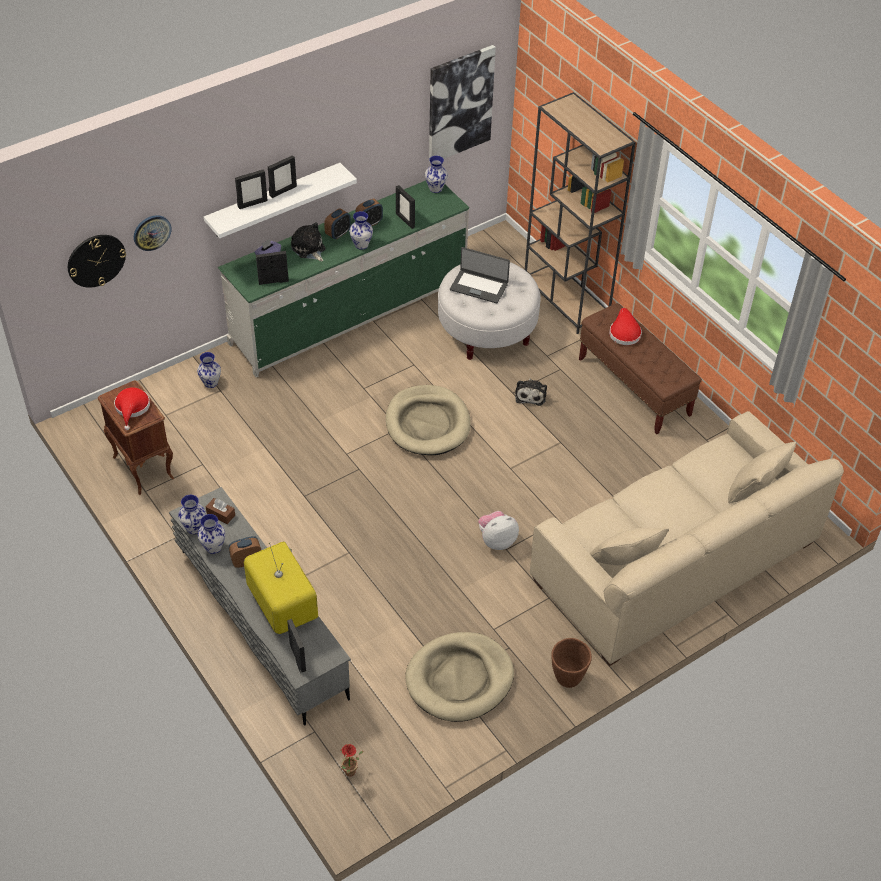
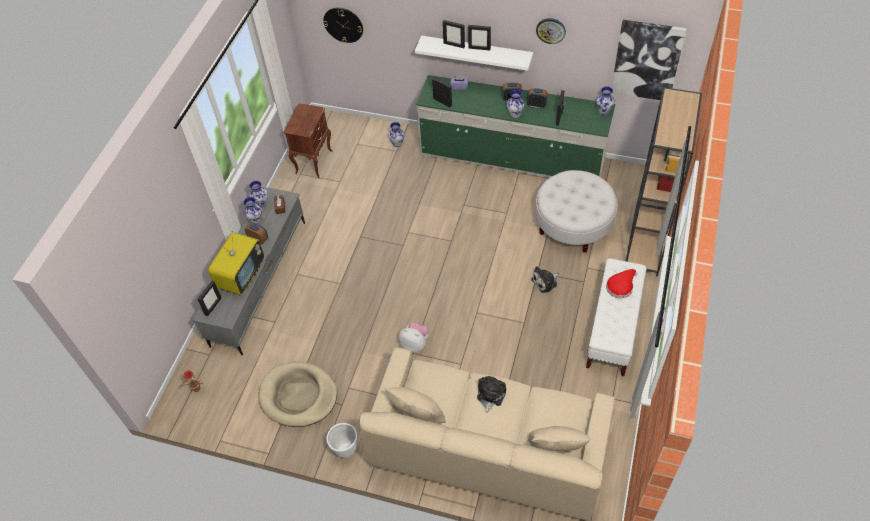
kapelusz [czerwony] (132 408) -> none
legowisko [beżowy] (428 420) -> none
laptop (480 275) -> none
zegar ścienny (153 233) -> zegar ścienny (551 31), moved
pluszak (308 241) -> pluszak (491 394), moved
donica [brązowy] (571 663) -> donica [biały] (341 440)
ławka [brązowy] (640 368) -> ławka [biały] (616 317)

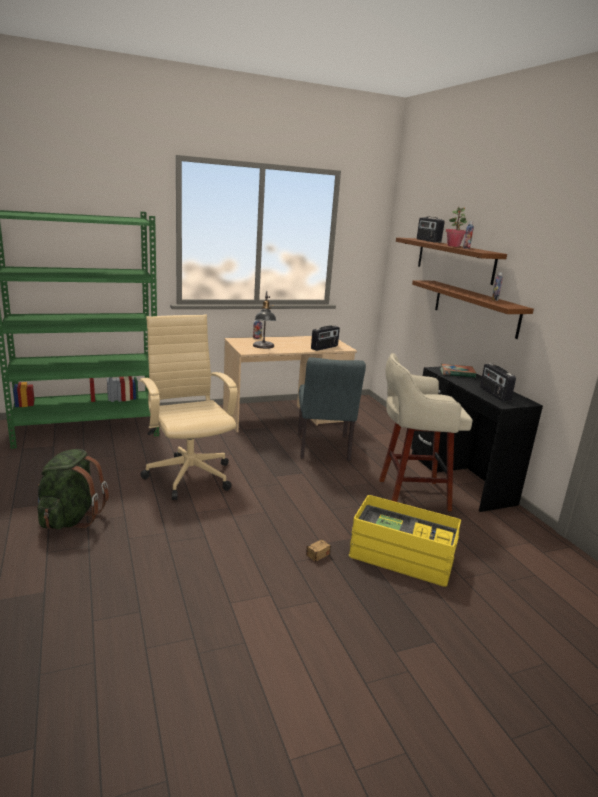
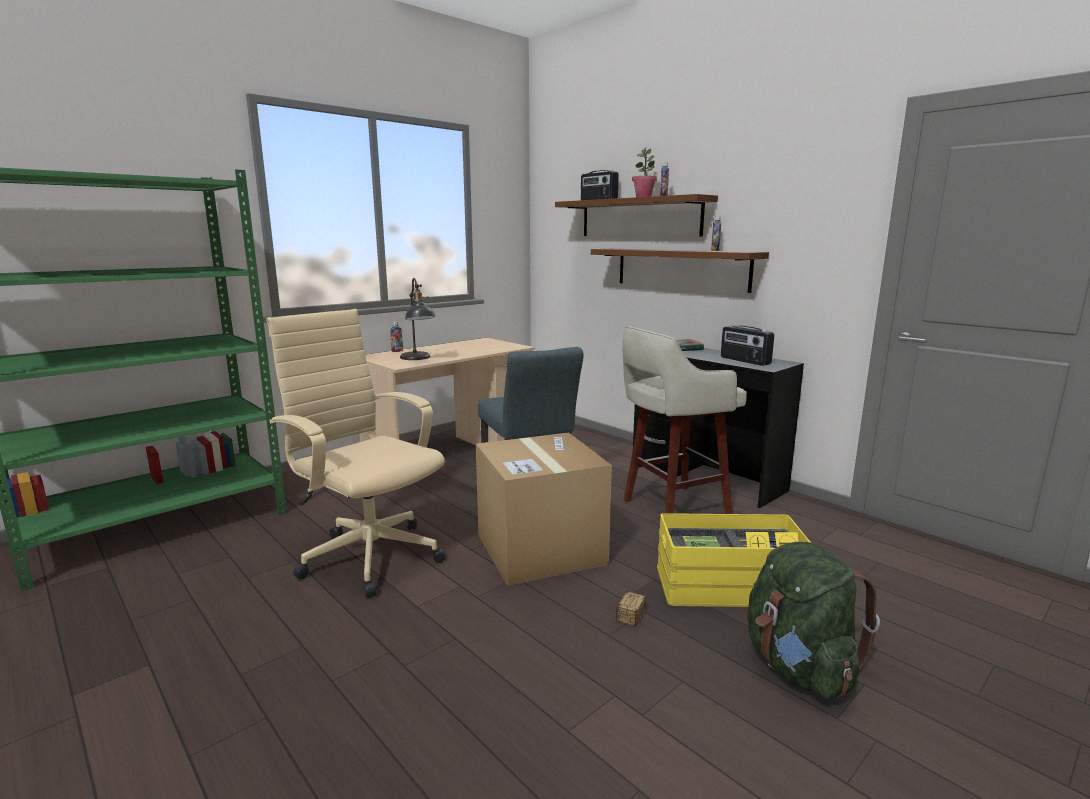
radio (325 338) -> none
none -> karton (544 509)
plecak [zielony] (73 489) -> plecak [zielony] (813 620), moved

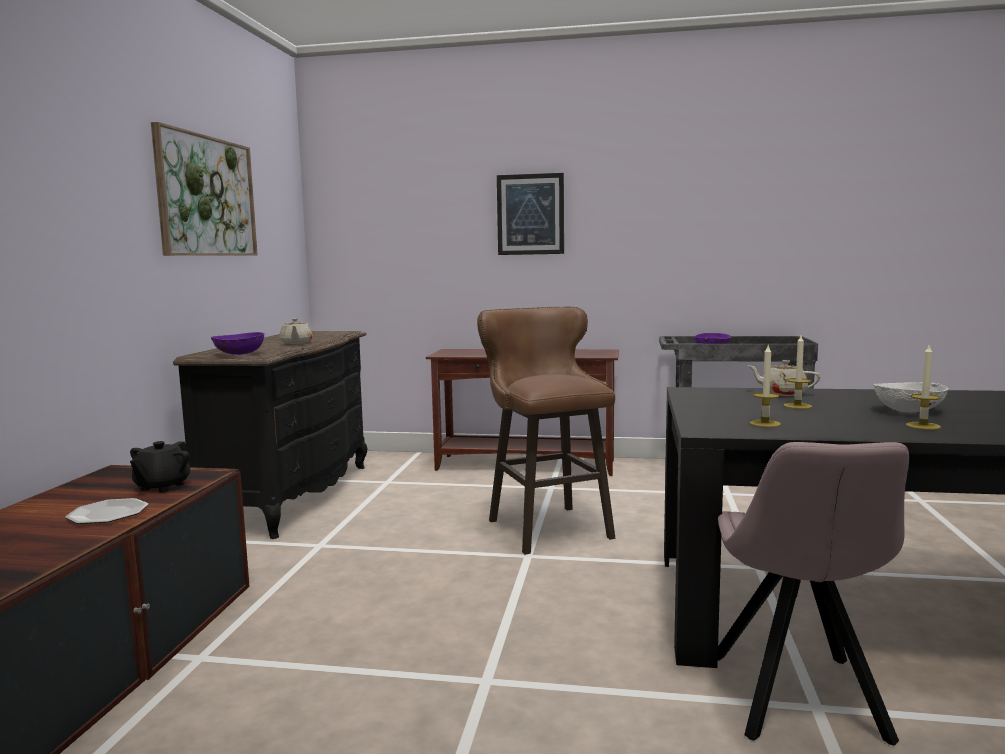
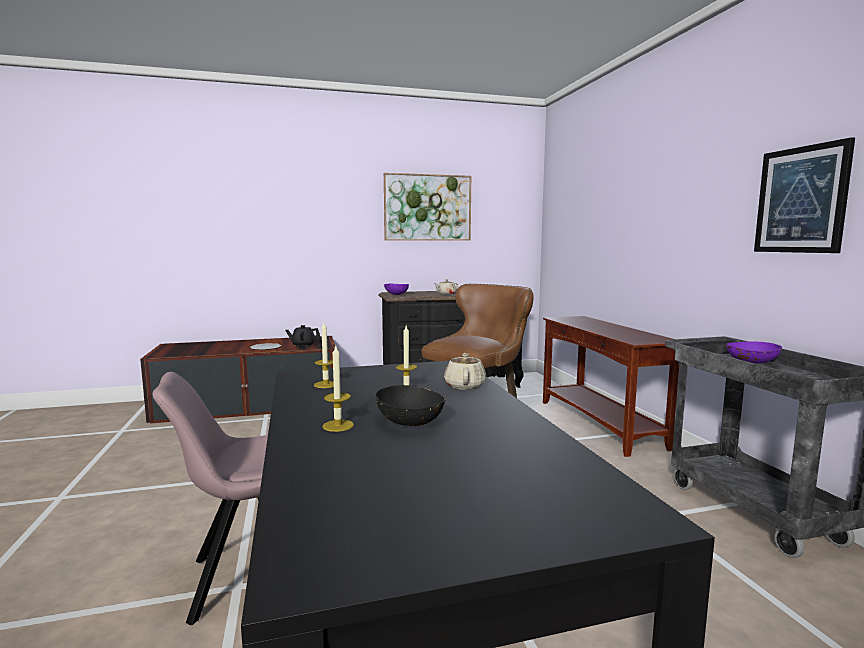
obraz (530 214) -> obraz (804 195), moved
miska [biały] (910 397) -> miska [czarny] (411 405)

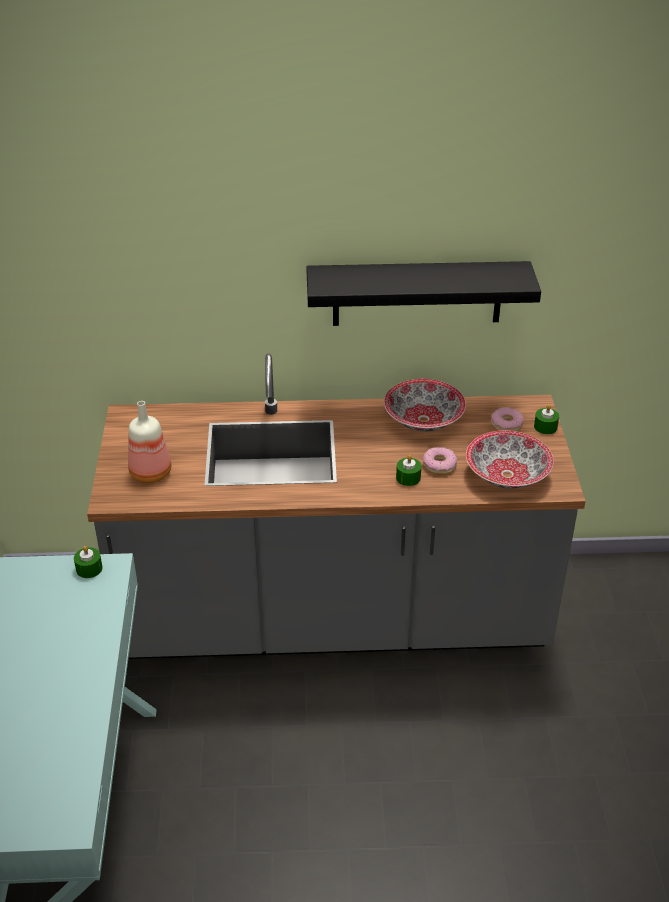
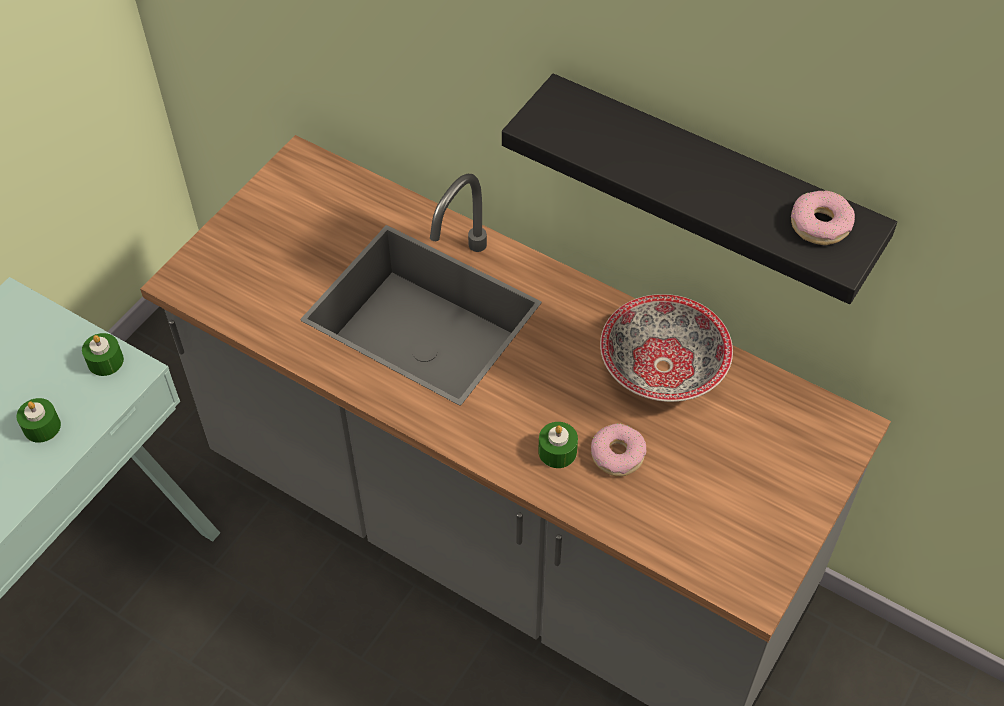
butelka (150 442) -> none
miska (510 460) -> none
donut (507 419) -> donut (823 217), moved
świeca [zielony] (546 419) -> świeca [zielony] (38 420), moved

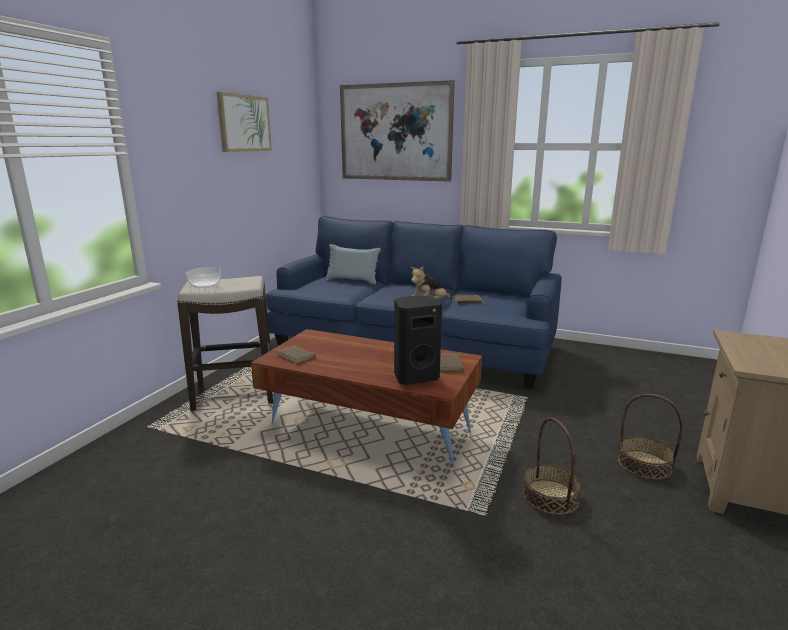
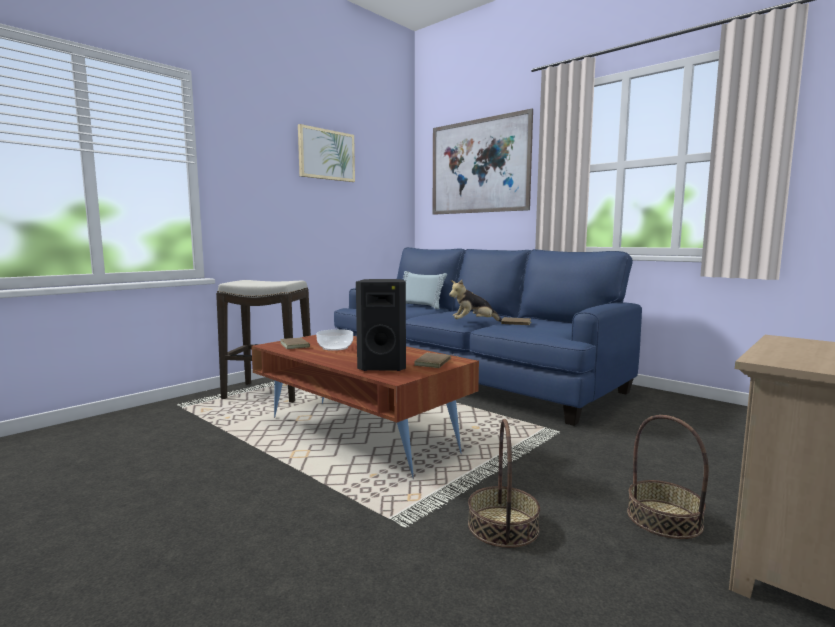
miska (203 277) -> miska (334 340), moved

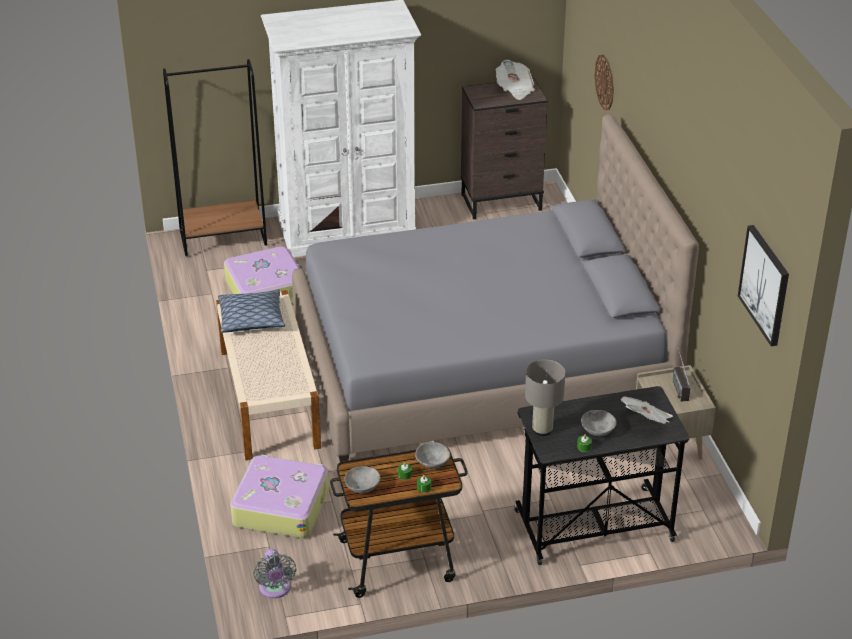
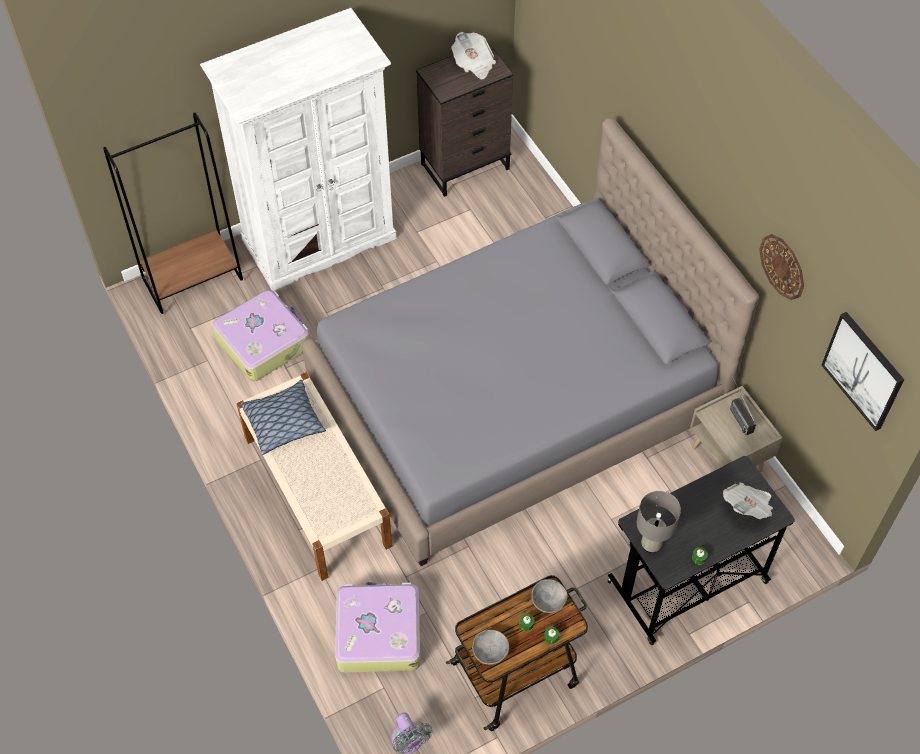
miska [szary] (599 423) -> none
zegar ścienny (604 82) -> zegar ścienny (781 267), moved

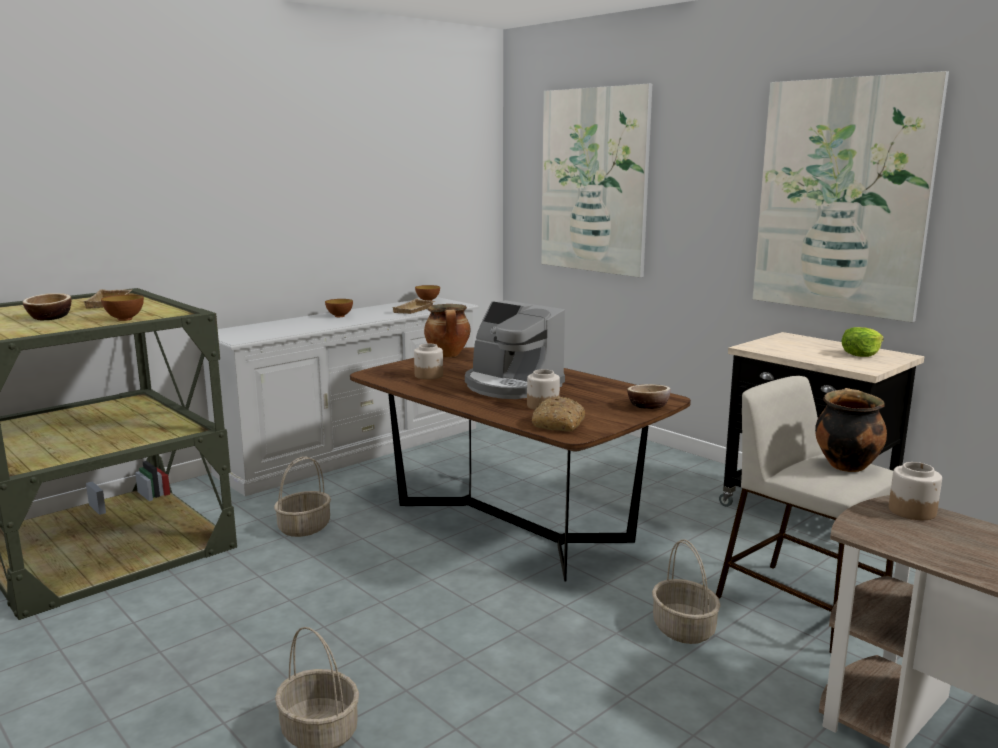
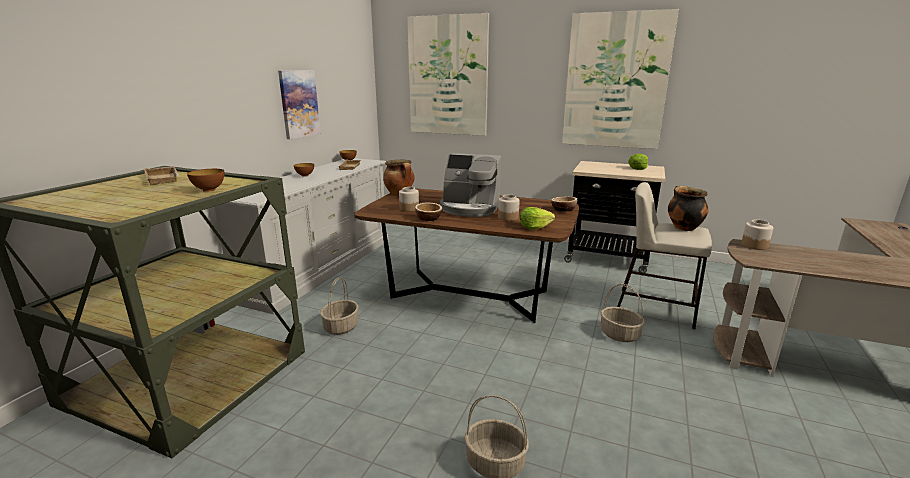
none -> obraz (299 105)
miska (47 306) -> miska (428 212), moved
chleb (558 414) -> sałata (537 218)

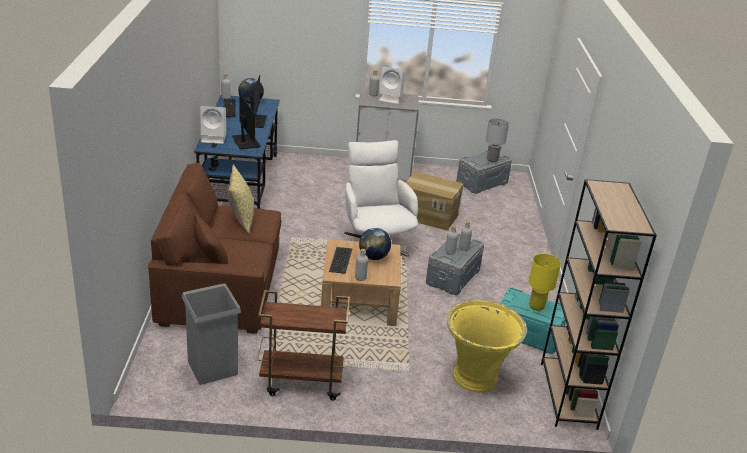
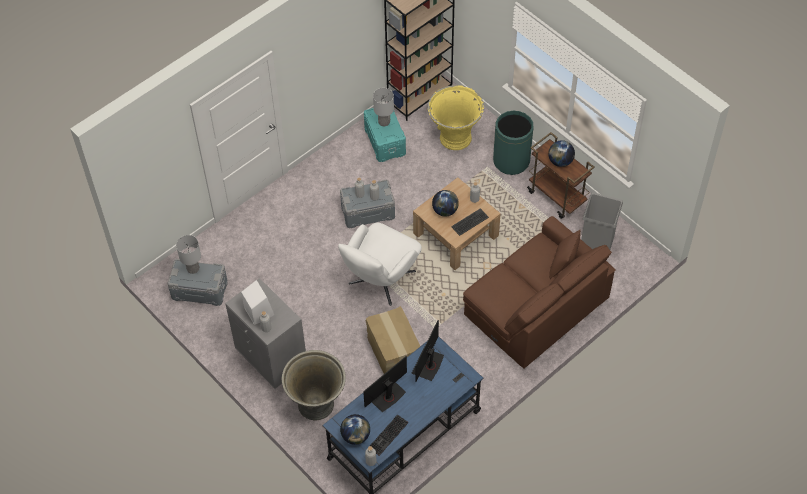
głośnik [biały] (213 125) -> none
poduszka (240 199) -> none
none -> donica [szary] (314 385)
none -> kosz na śmieci [zielony] (513 143)
none -> globus (561 153)
karton (434 201) -> karton (393 340), moved
lampa stołowa [żółty] (545 282) -> lampa stołowa [szary] (383 107)

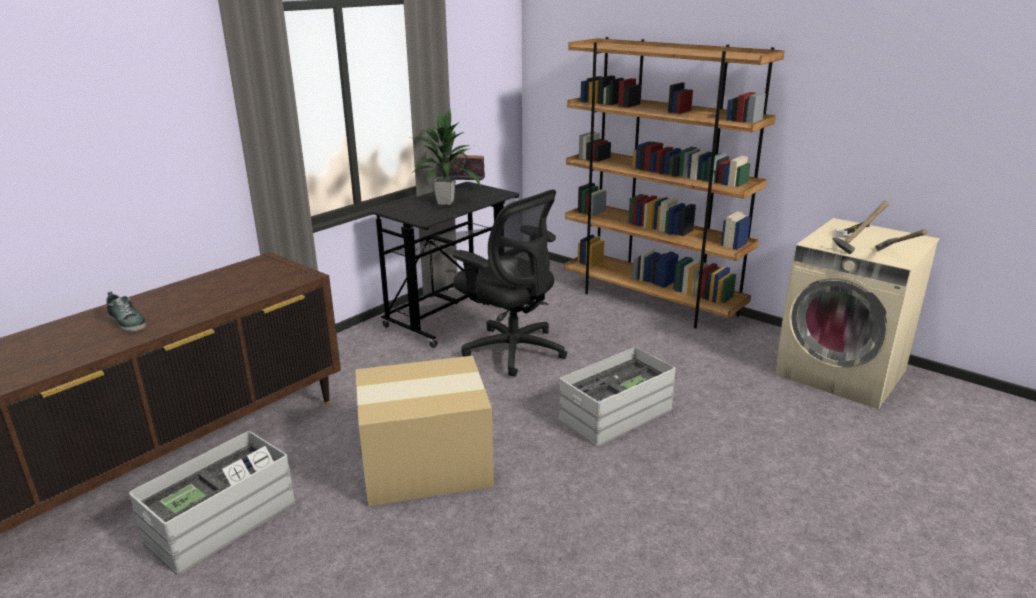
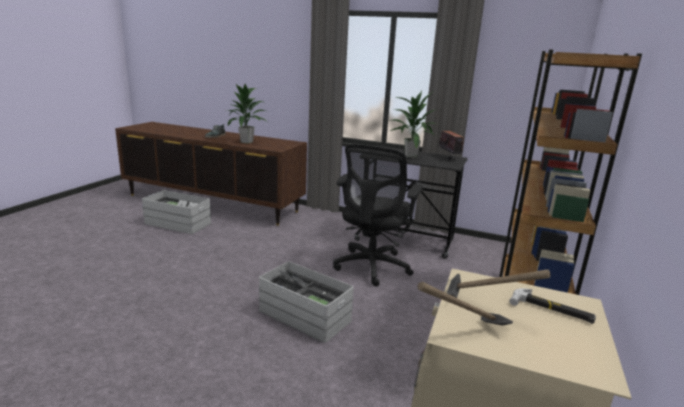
karton (424 431) -> none
none -> roślina doniczkowa (247 113)

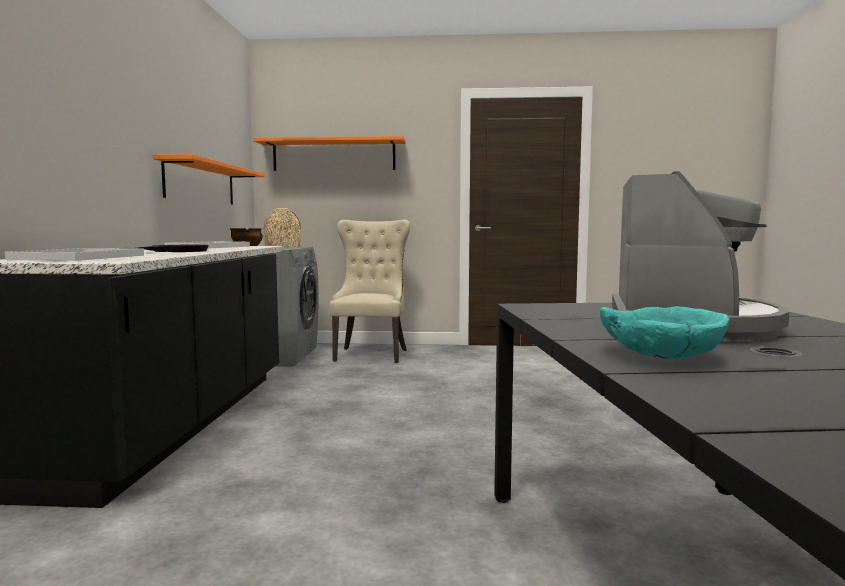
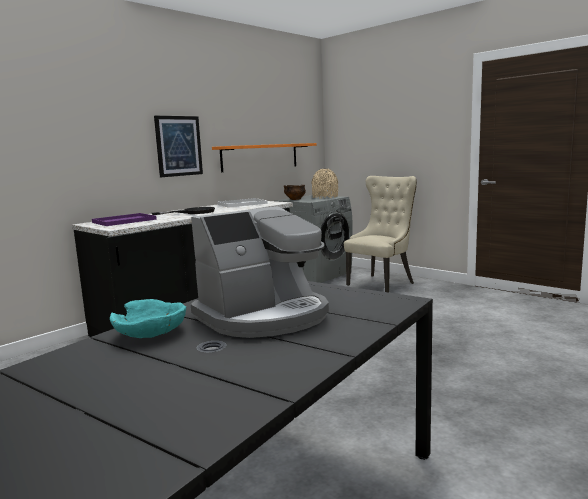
półka [pomarańczowy] (329 153) -> none
none -> obraz (178 146)
taca [biały] (74 254) -> taca [fioletowy] (124 219)

